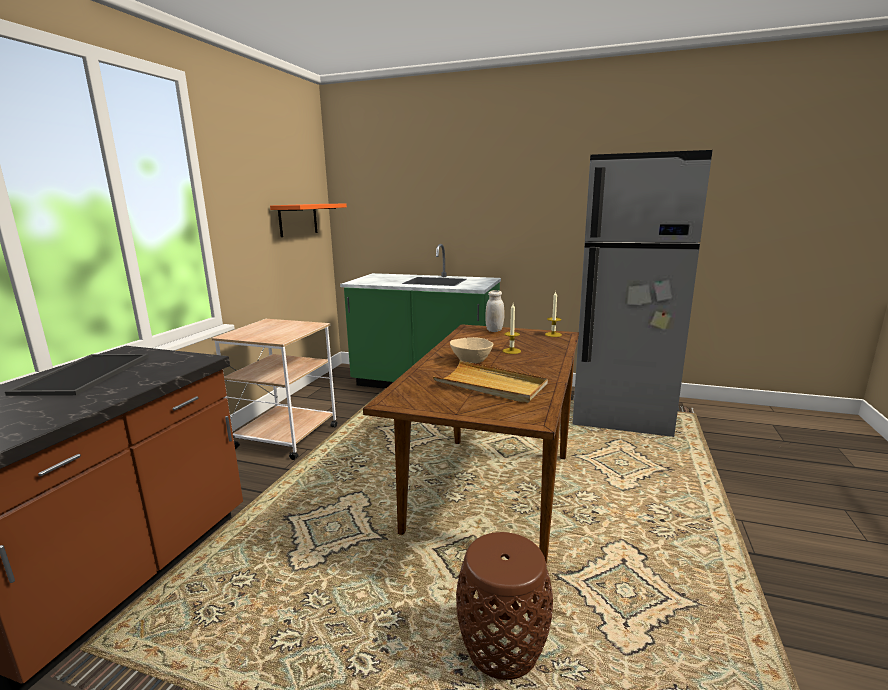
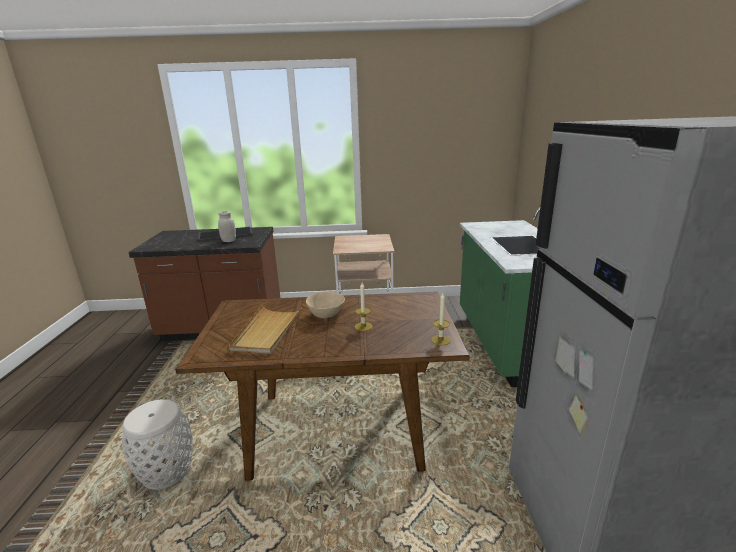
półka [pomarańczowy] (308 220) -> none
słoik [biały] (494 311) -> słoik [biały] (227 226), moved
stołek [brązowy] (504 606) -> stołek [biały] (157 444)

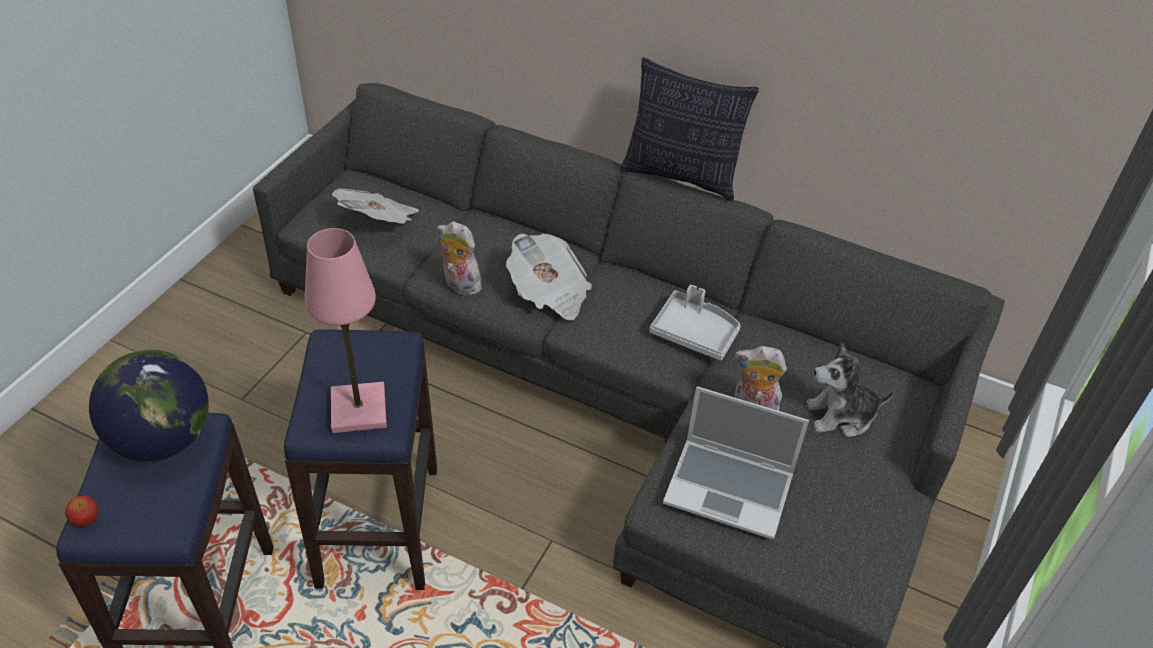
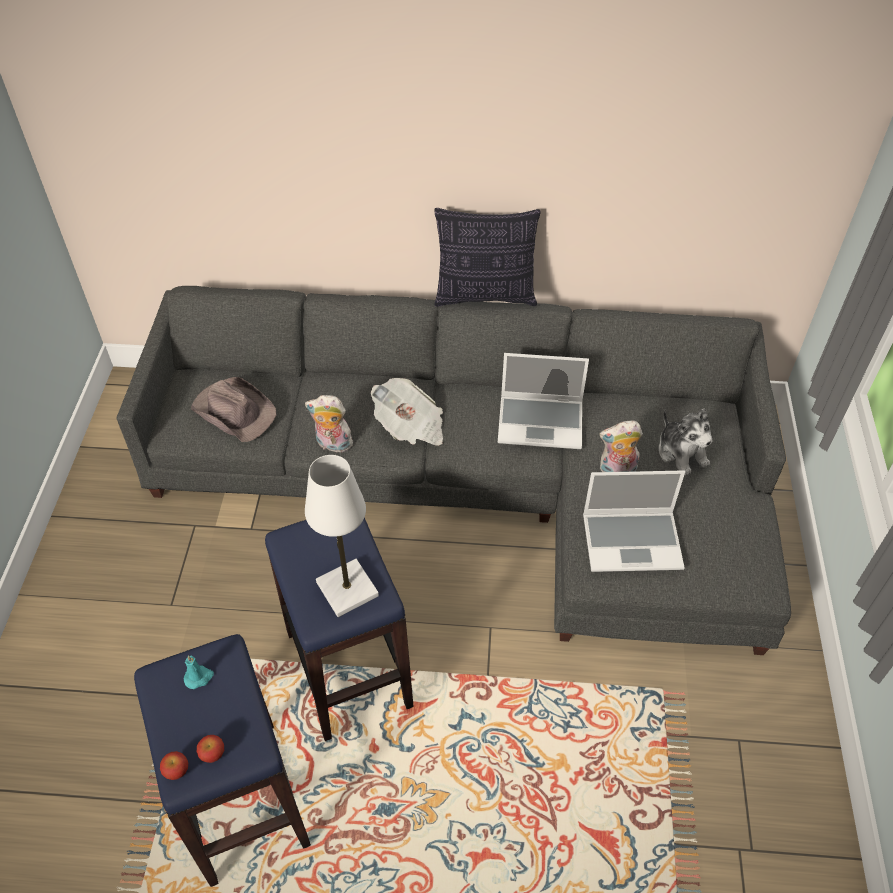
none -> jabłko (210 749)
globus (149 405) -> świeca [turkusowy] (198 672)
gazeta (375 206) -> kapelusz [brązowy] (233 409)
taca [szary] (695 322) -> laptop (543 401)
lampa stołowa [różowy] (346 330) -> lampa stołowa [biały] (342 536)
pluszak (850 389) -> pluszak (685 442), 90 degrees counterclockwise

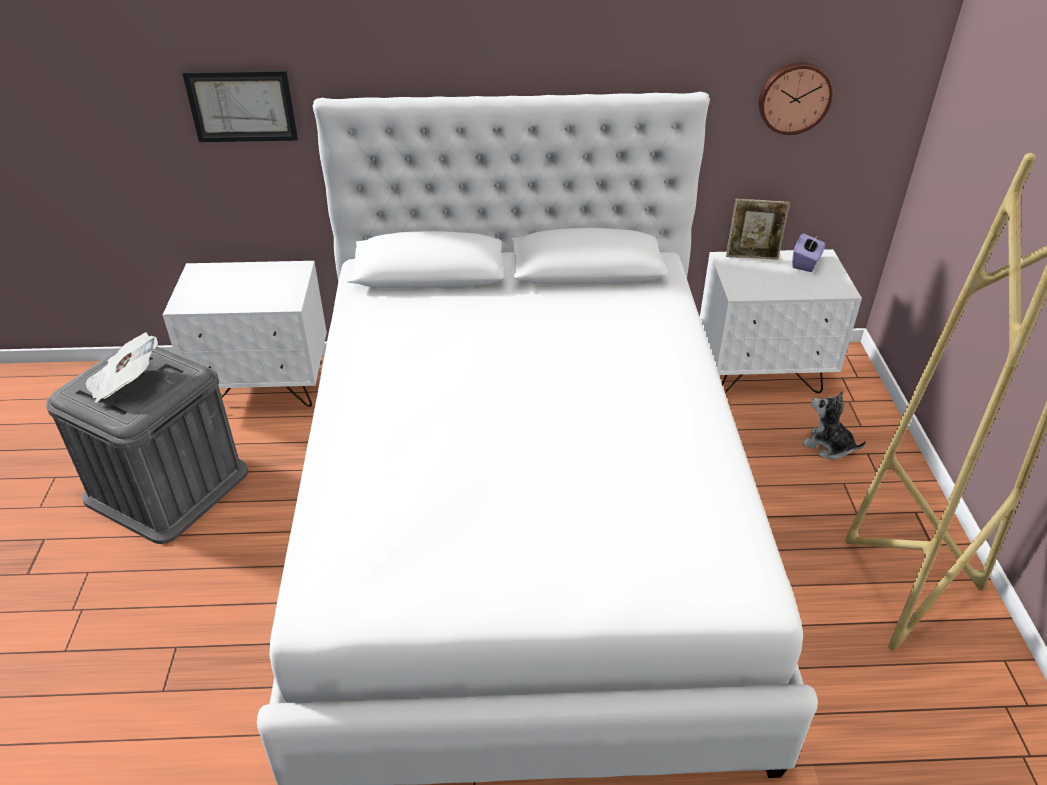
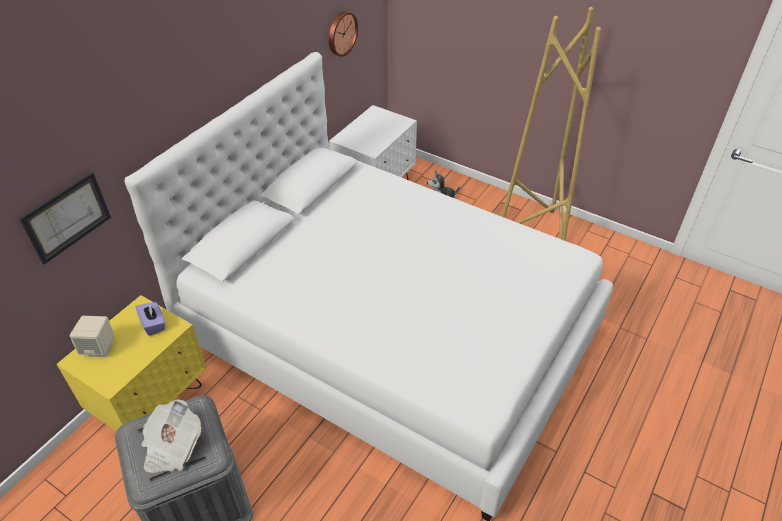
ramka na zdjęcie (758 229) -> none
none -> głośnik [beżowy] (92 336)
pudełko chusteczek [fioletowy] (808 252) -> pudełko chusteczek [fioletowy] (150 319), moved
szafka nocna [biały] (244 334) -> szafka nocna [żółty] (131 363)

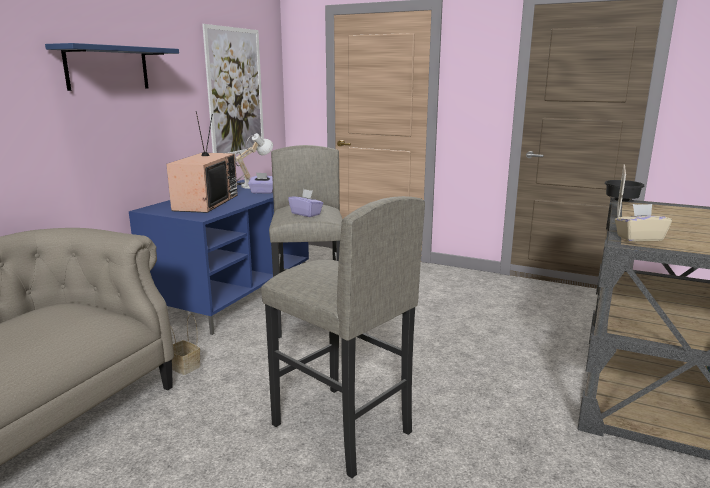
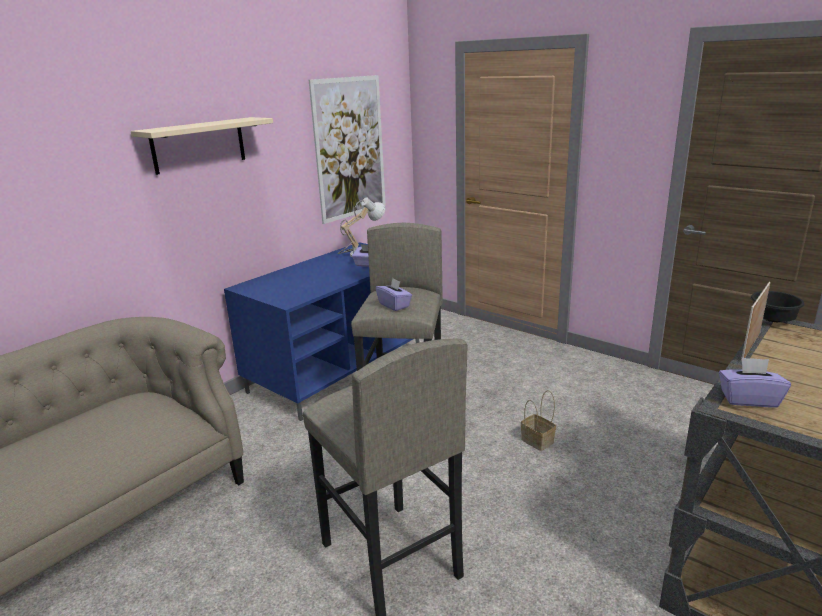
telewizor (202 162) -> none
koszyk (185 344) -> koszyk (538 420), moved
półka [niebieski] (112 67) -> półka [beżowy] (202 146)
pudełko chusteczek [beżowy] (643 223) -> pudełko chusteczek [fioletowy] (755 382)

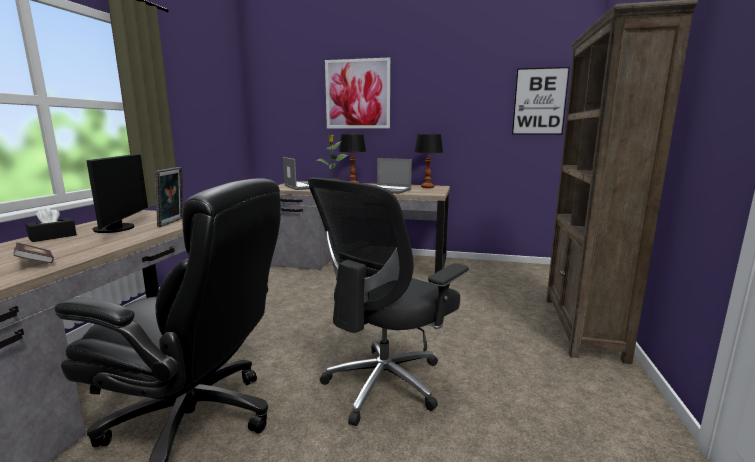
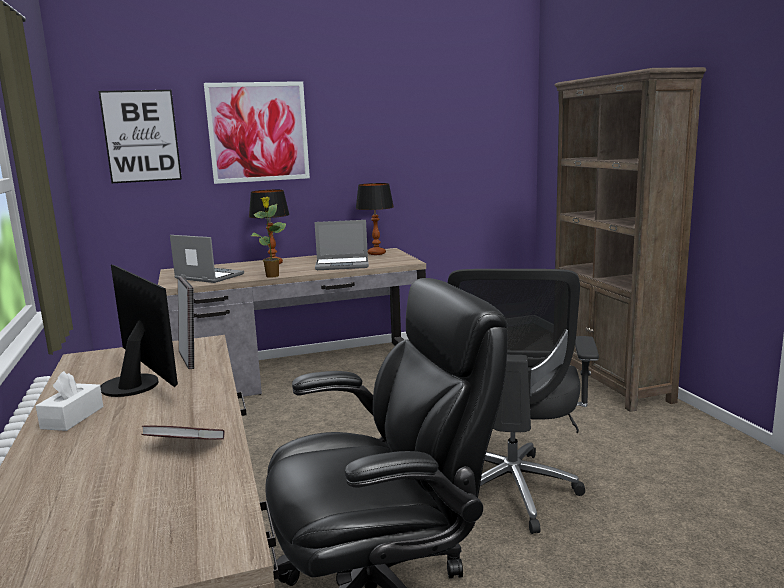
obraz (541 101) -> obraz (140 136), moved
pudełko chusteczek [czarny] (51 224) -> pudełko chusteczek [biały] (69 401)

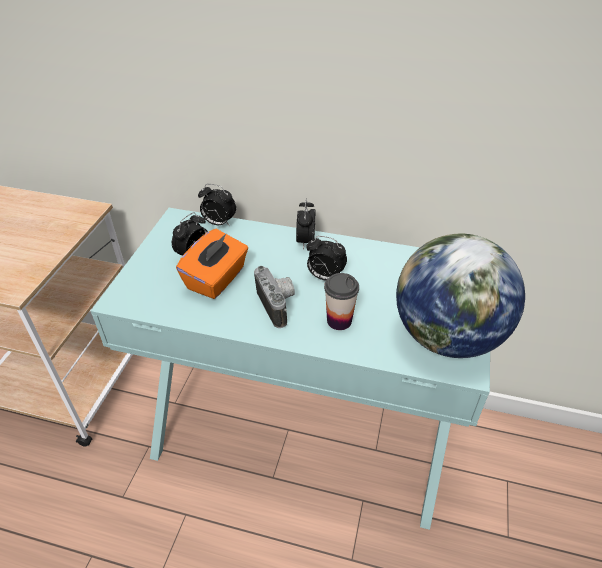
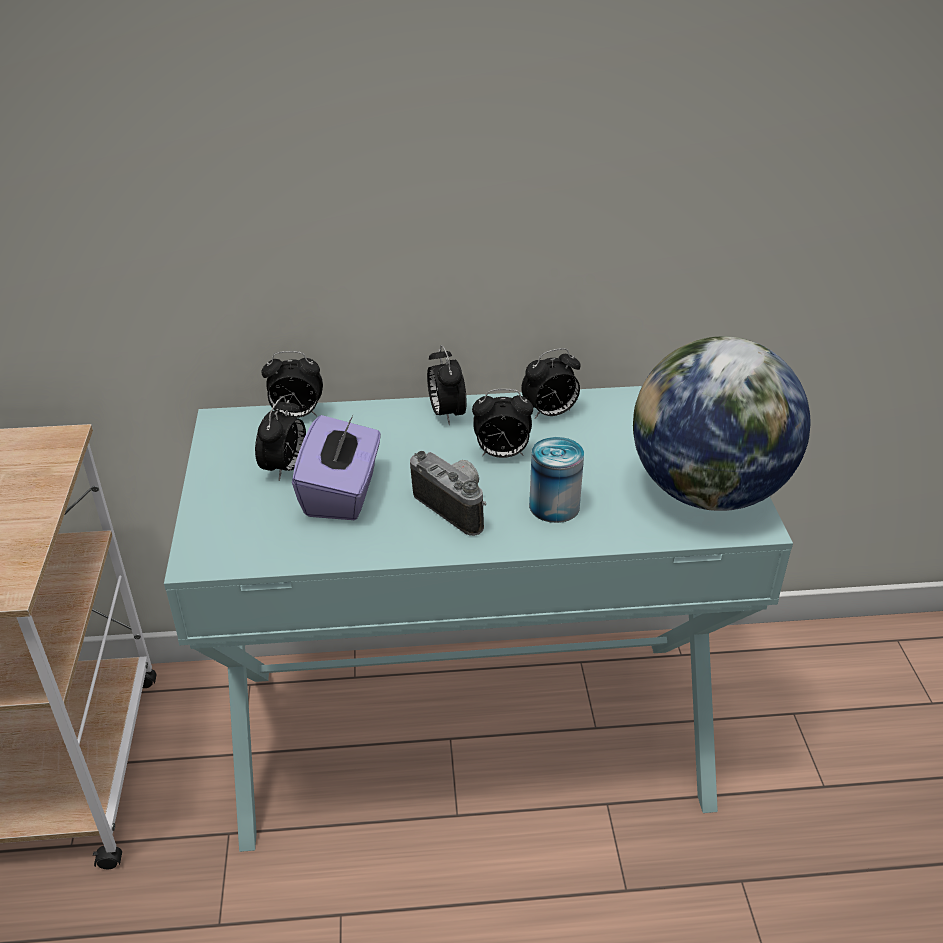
none -> budzik (551 383)
filiżanka (341 301) -> puszka (556 480)
pudełko chusteczek [pomarańczowy] (212 264) -> pudełko chusteczek [fioletowy] (336 467)

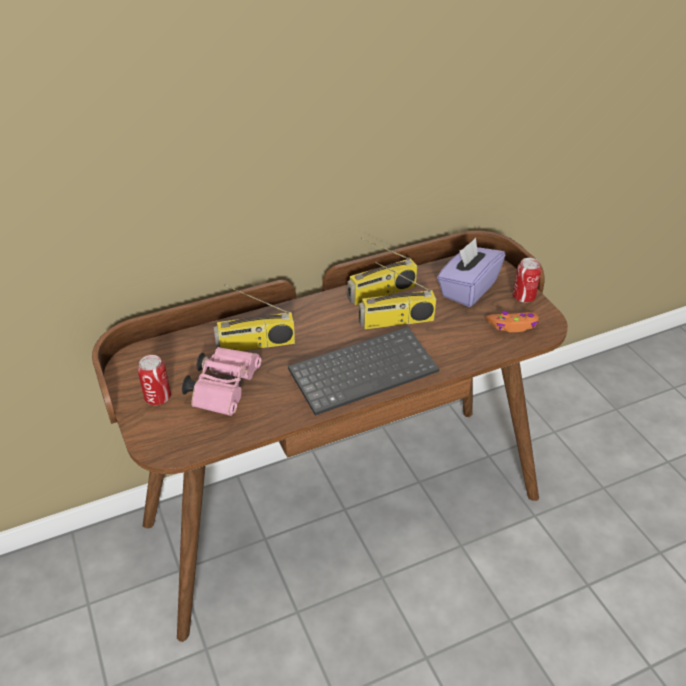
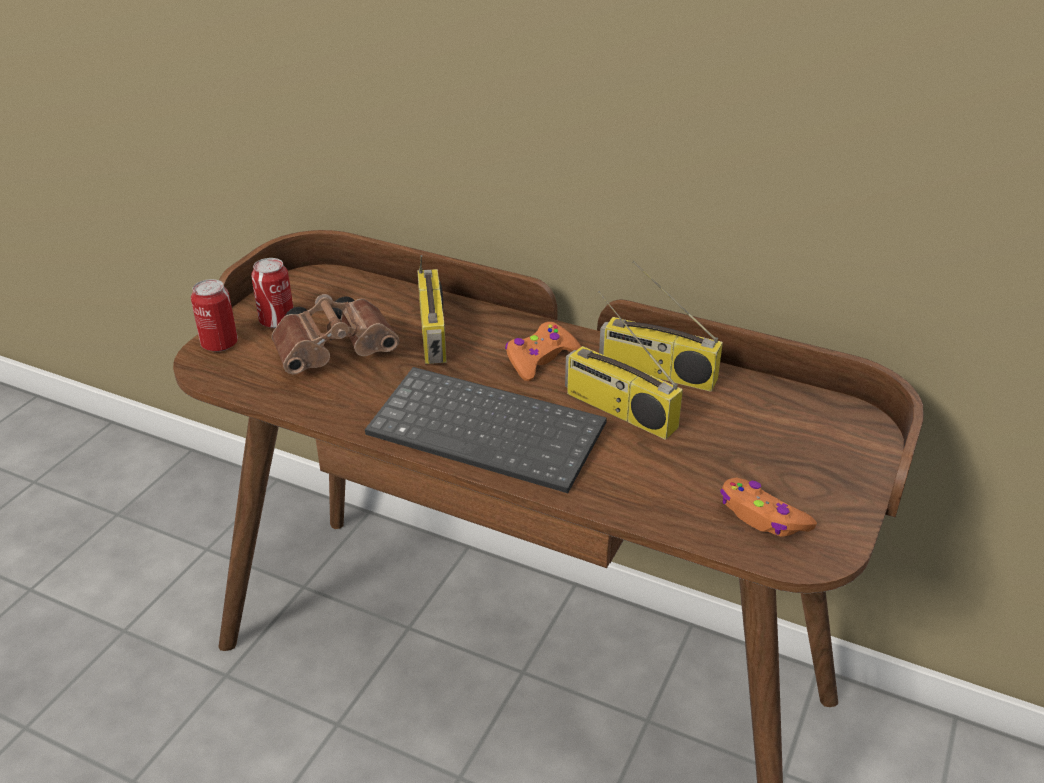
pudełko chusteczek [fioletowy] (471 272) -> none
none -> pad do gier [pomarańczowy] (543 351)
puszka (527 280) -> puszka (214 315), moved
lornetka [różowy] (221 381) -> lornetka [brązowy] (335 334)
radio (254 318) -> radio (431 309), 135 degrees counterclockwise

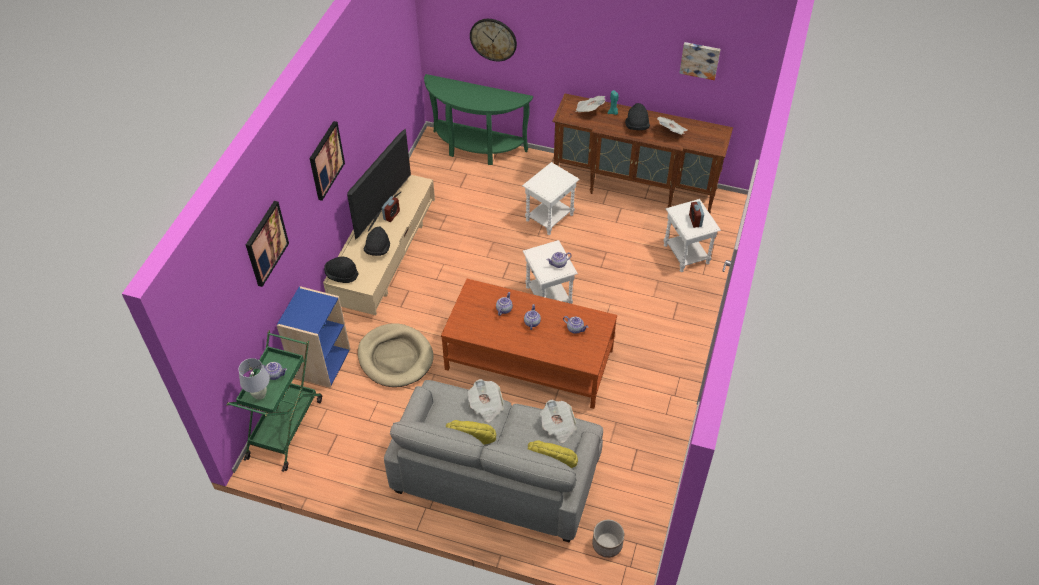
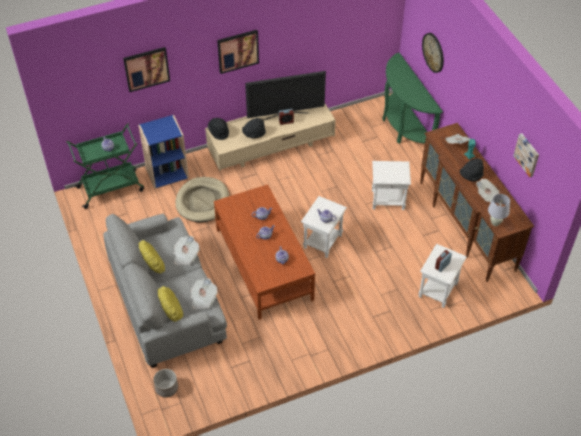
lampa stołowa [biały] (254 379) -> lampa stołowa [biały] (499 210), moved

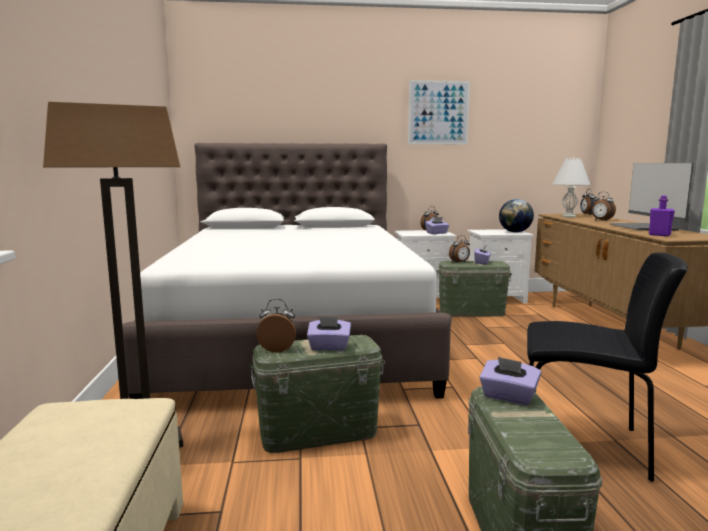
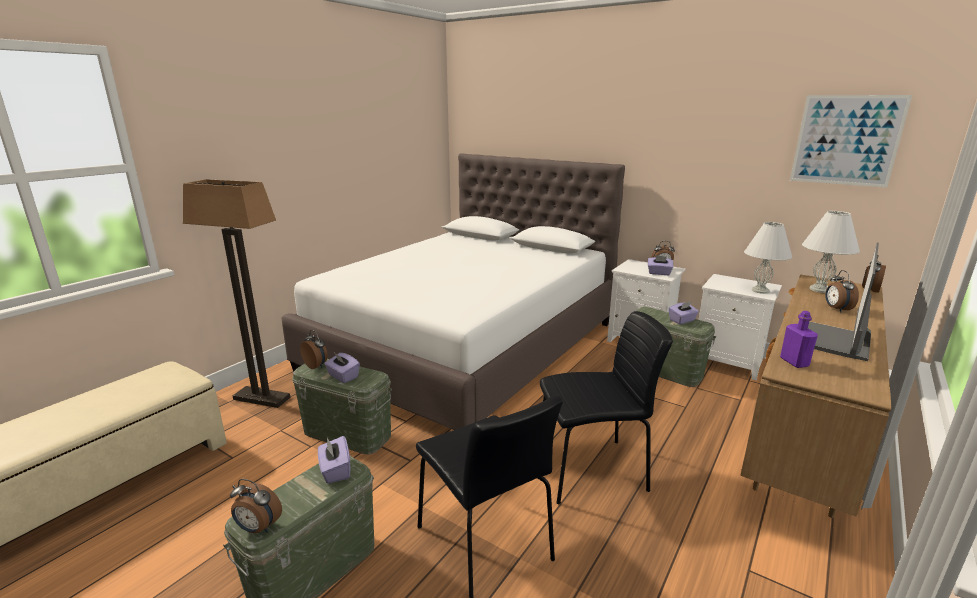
none -> krzesło [czarny] (606 407)
obraz (439 112) -> obraz (851 141), moved
budzik (459 249) -> budzik (256 506), moved
globus (516 215) -> lampa stołowa [biały] (768 258)

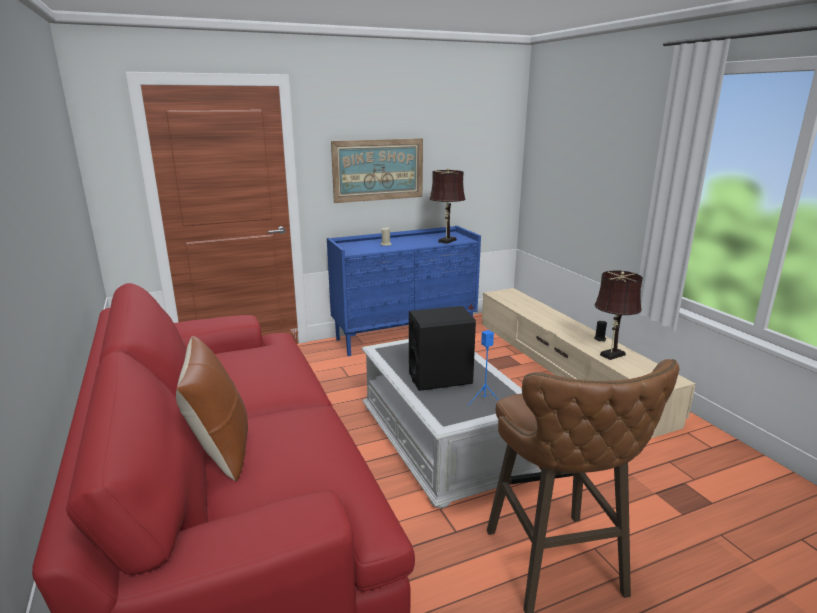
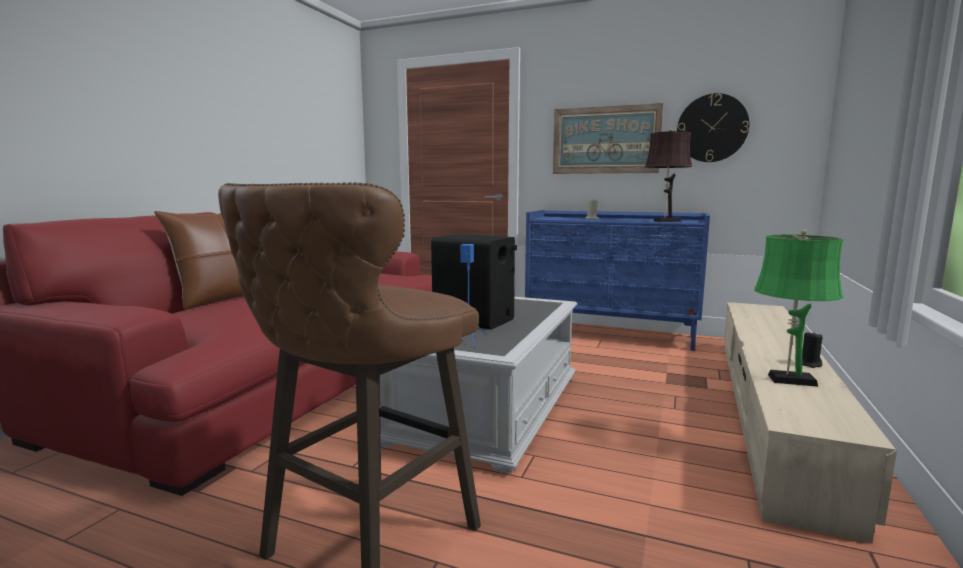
none -> zegar ścienny (713 127)
lampa stołowa [brązowy] (618 315) -> lampa stołowa [zielony] (799 308)

